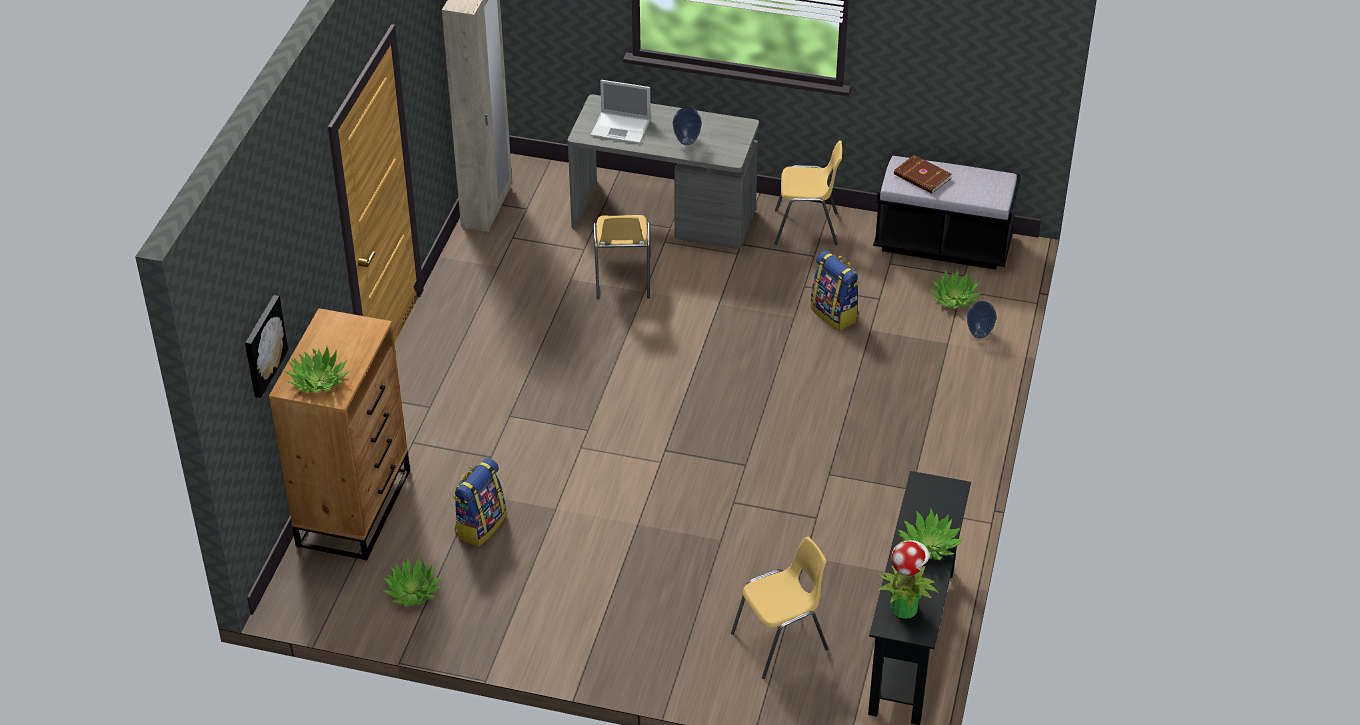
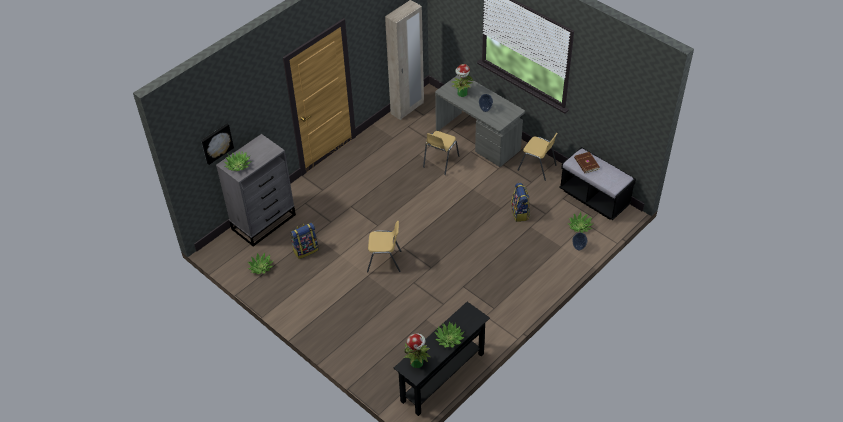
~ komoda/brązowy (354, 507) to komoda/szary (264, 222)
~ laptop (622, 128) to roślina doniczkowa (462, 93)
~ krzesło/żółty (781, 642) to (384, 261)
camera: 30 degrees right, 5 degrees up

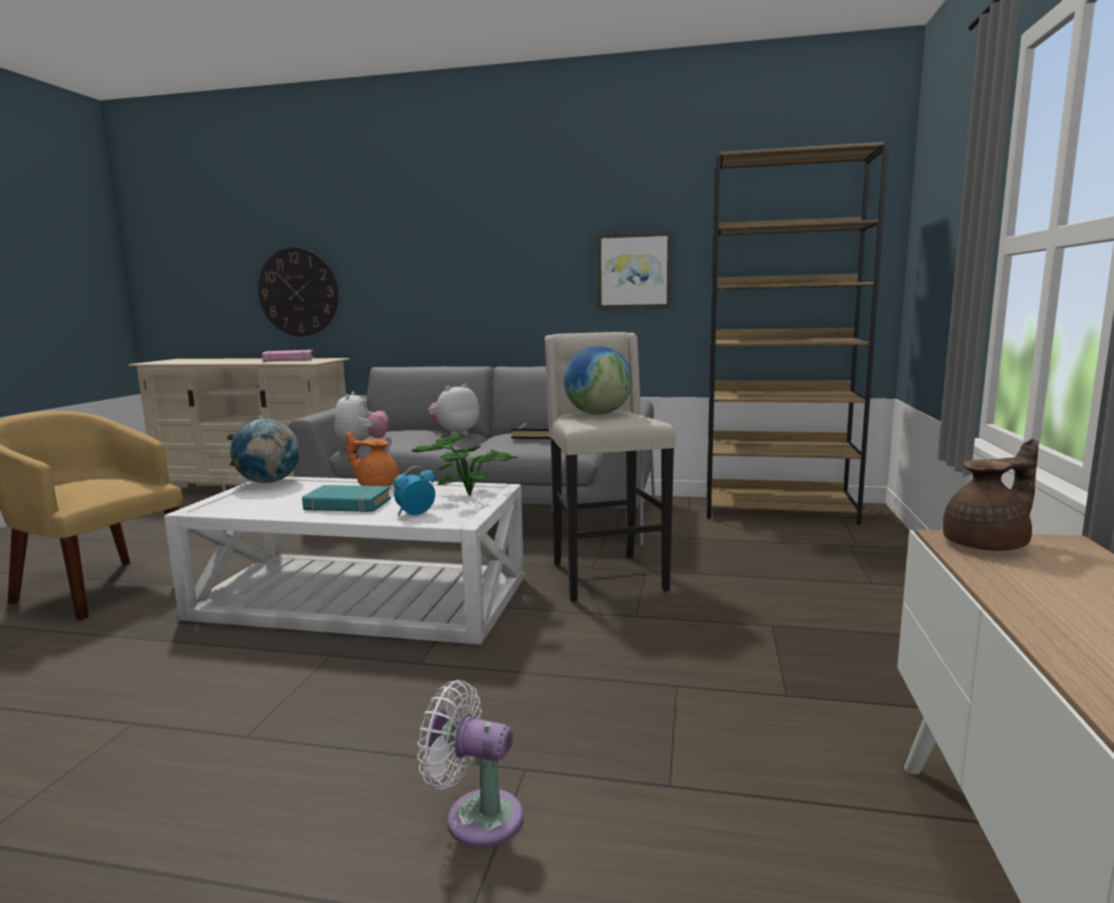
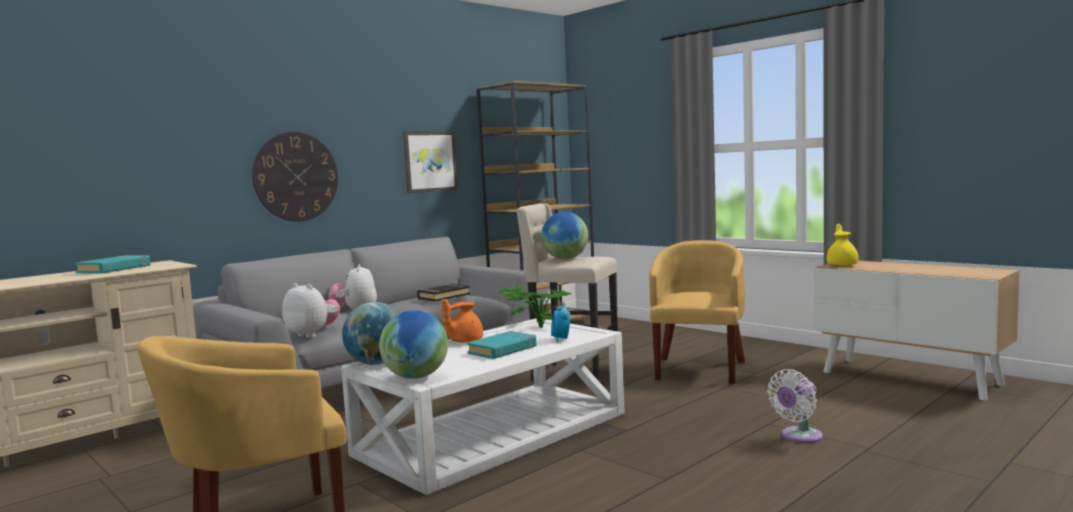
~ zegar ścienny (298, 292) to (296, 176)
~ książka/różowy (288, 360) to książka/turkusowy (115, 269)
~ imbryk/brązowy (988, 545) to imbryk/żółty (842, 265)
+ globus (416, 377)
+ fotel/żółty (699, 369)
camera: 55 degrees left, 5 degrees down

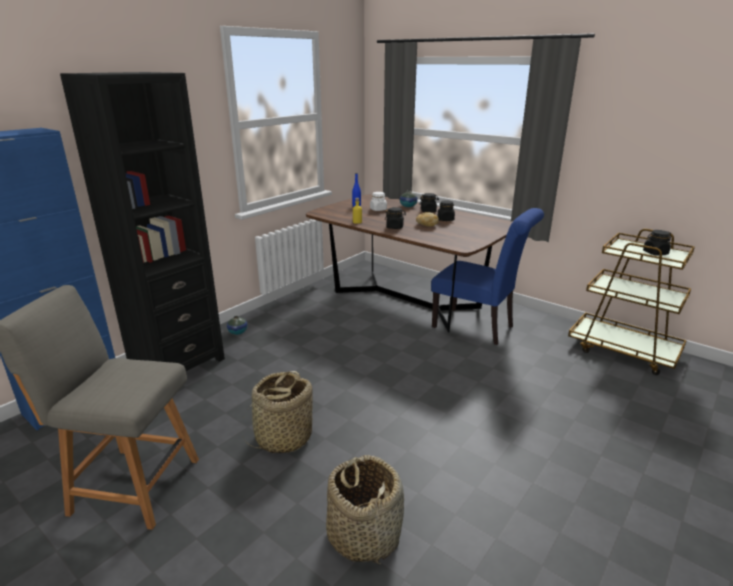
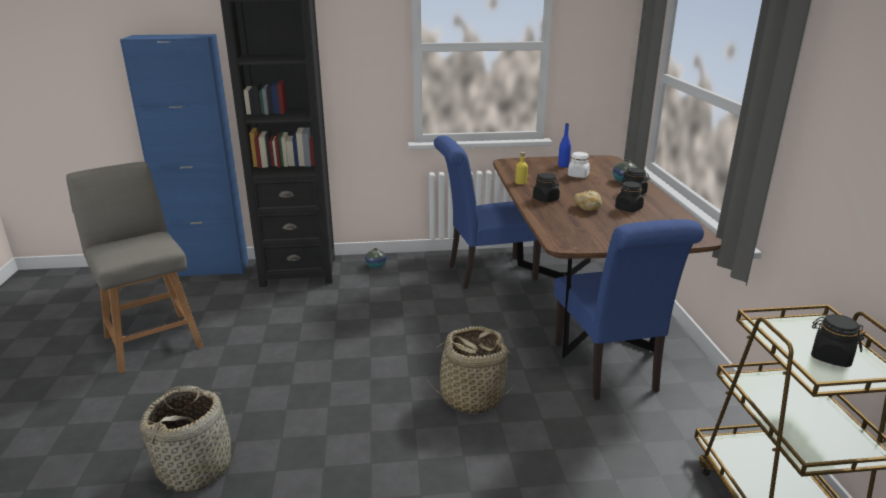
~ koszyk (283, 437) to (471, 397)
+ krzesło/niebieski (486, 273)
camera: 45 degrees right, 0 degrees up

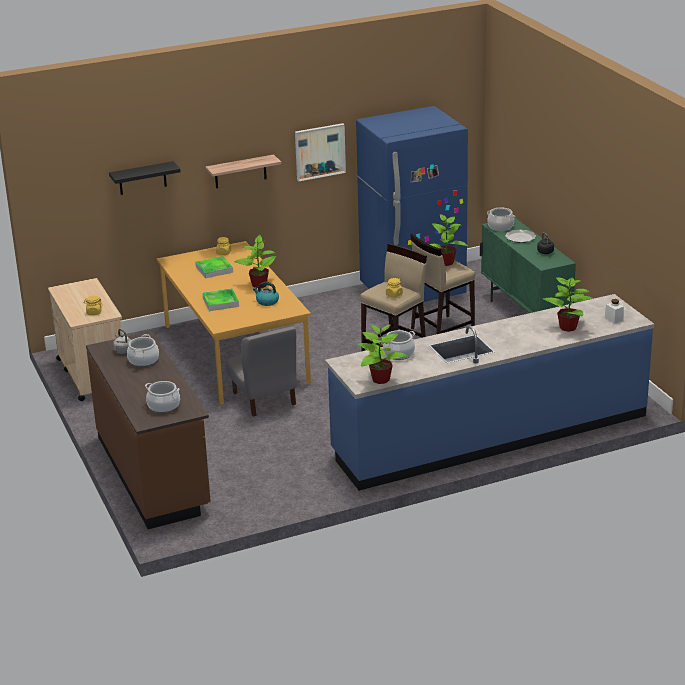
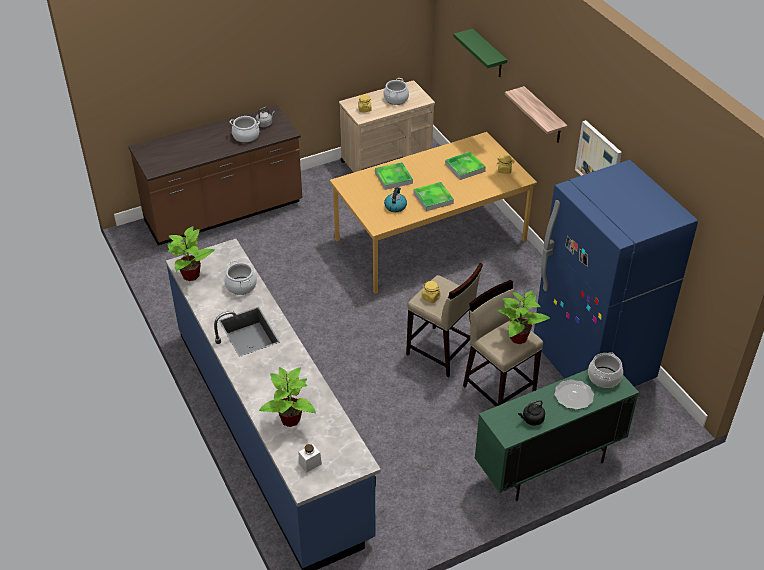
~ półka/czarny (142, 178) to półka/zielony (488, 54)
~ garnek (163, 406) to (396, 99)
- krzesło/szary (264, 399)
~ roślina doniczkowa (259, 284) to taca (433, 198)
camera: 85 degrees right, 15 degrees up

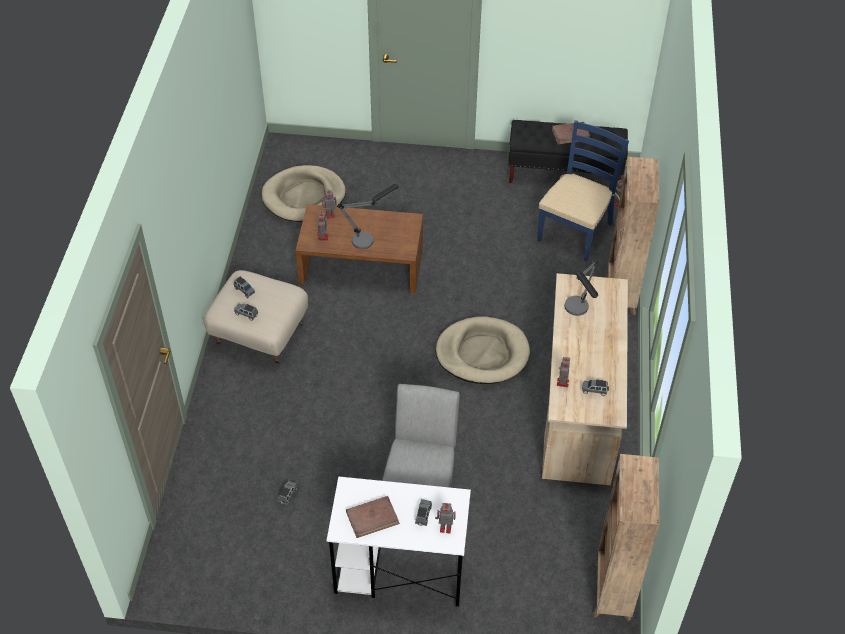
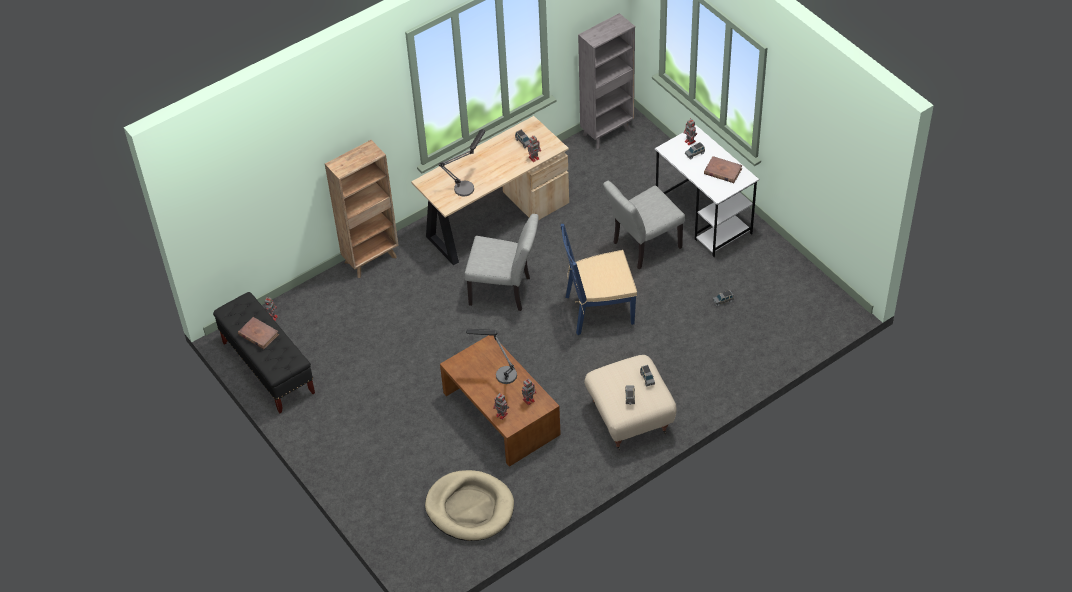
~ legowisko/beżowy (482, 353) to krzesło/szary (505, 291)
~ krzesło/niebieski (575, 231) to (598, 310)
~ regał/brązowy (611, 592) to regał/szary (607, 132)
camera: 130 degrees left, 0 degrees up

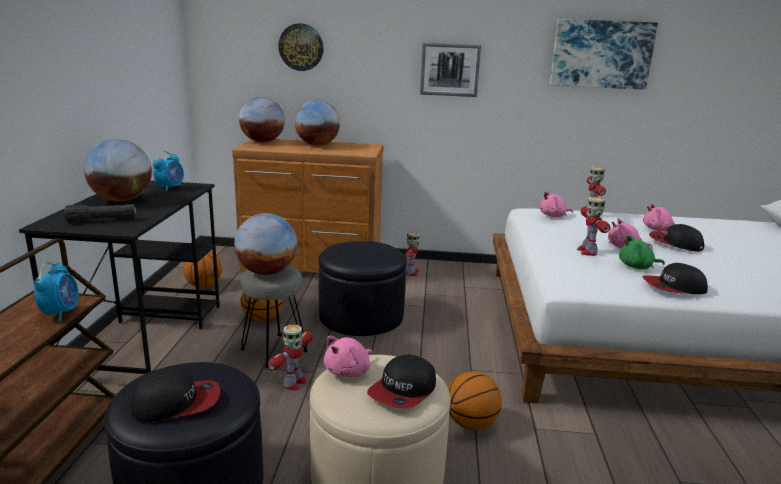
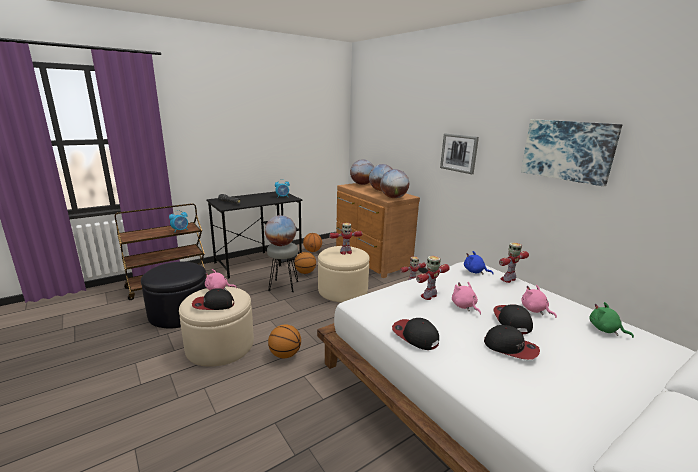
~ globus (122, 200) to (393, 197)
~ czapka z daszkiem (177, 403) to (510, 347)
~ robot zabawkowy (294, 383) to (345, 252)
- zegar ścienny (301, 47)
~ pufa/czarny (361, 316) to pufa/beżowy (342, 290)
~ pluszak/różowy (554, 216) to pluszak/niebieski (475, 271)
~ pluszak/zielony (637, 267) to (605, 330)
camera: 50 degrees right, 0 degrees up

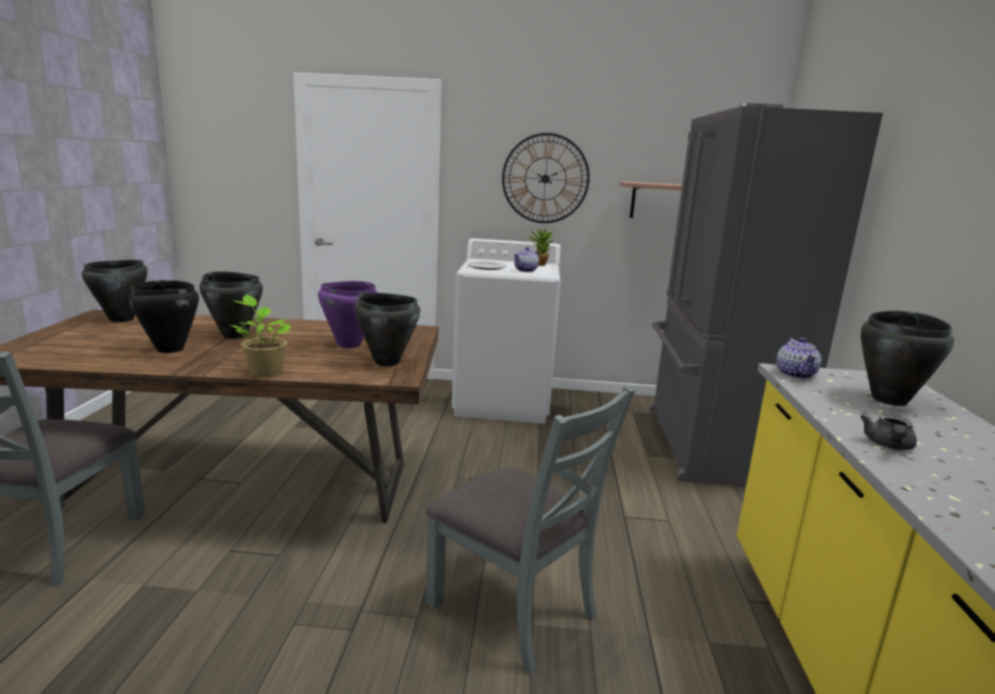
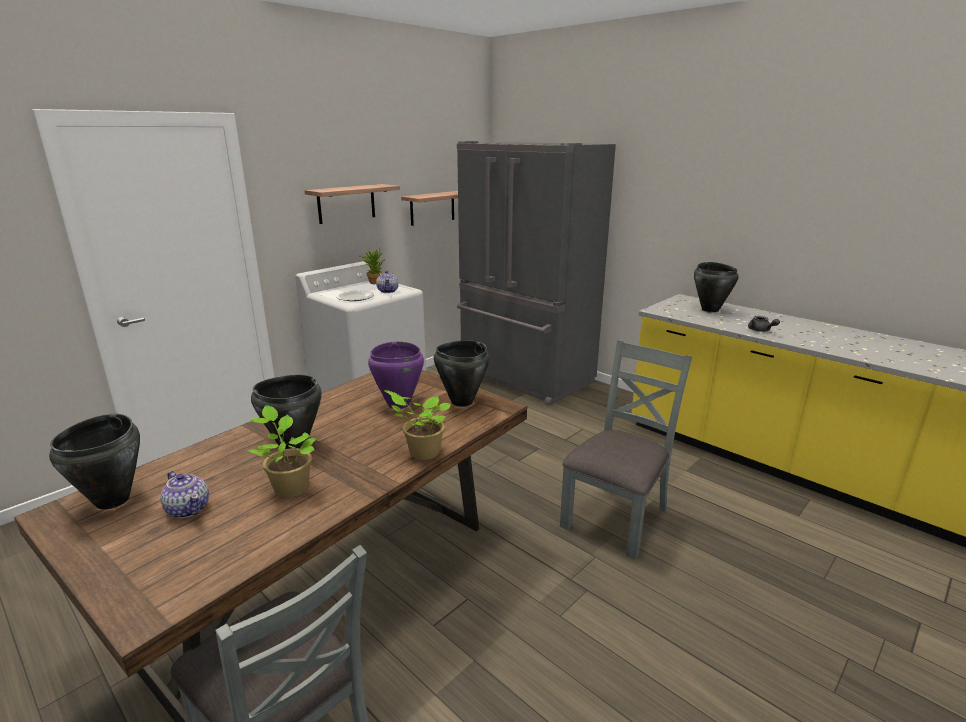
~ garnek/czarny (169, 349) to roślina doniczkowa (290, 487)
~ krzesło/szary (514, 609) = (616, 517) 45 degrees counterclockwise
~ zegar ścienny (545, 179) to półka (346, 203)
~ imbryk (795, 374) to (188, 509)
camera: 50 degrees left, 5 degrees up

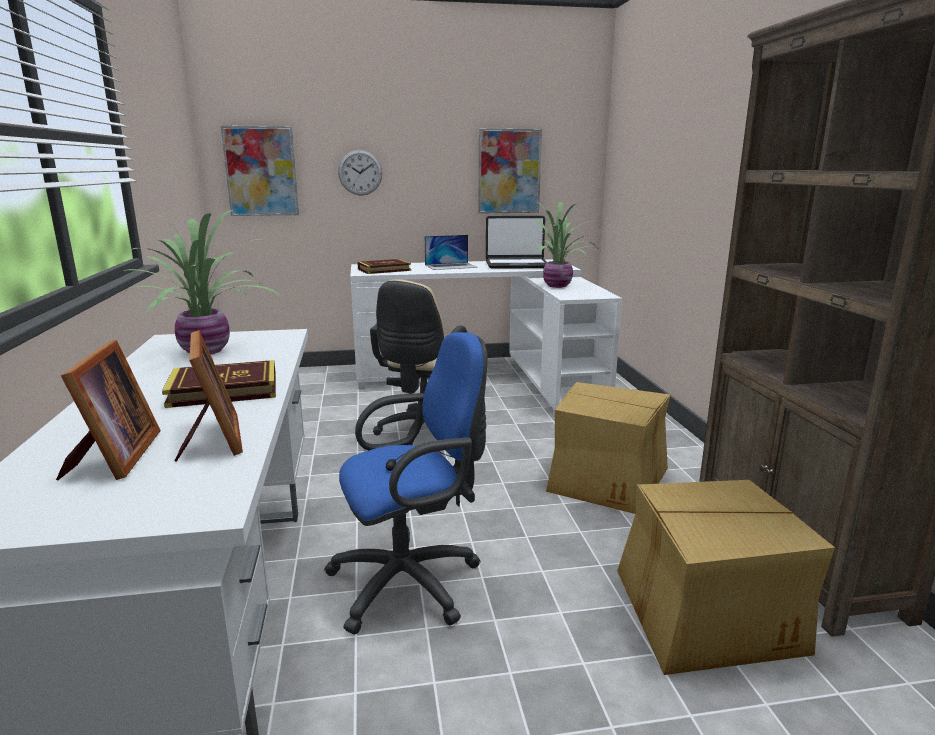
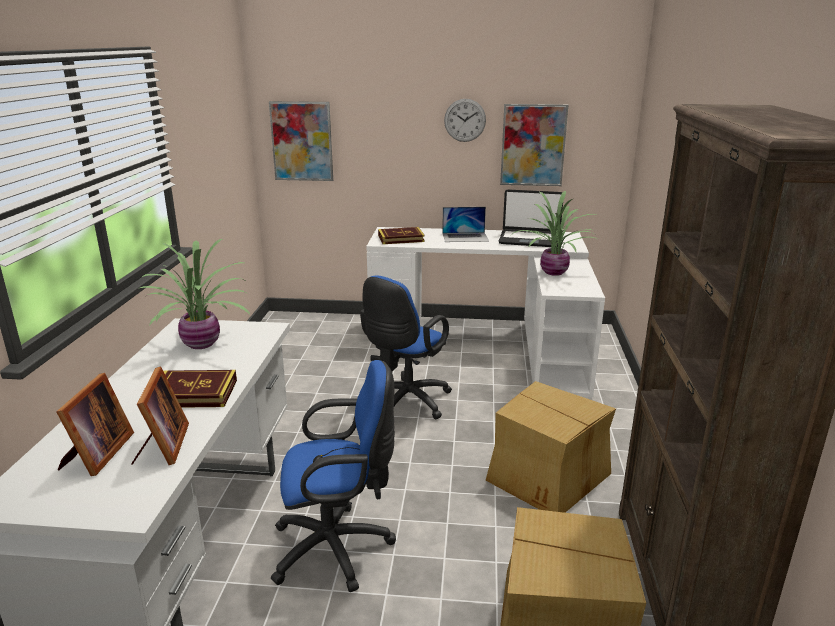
~ zegar ścienny (360, 172) to (465, 120)
~ krzesło biurowe/beżowy (422, 435) to krzesło biurowe/niebieski (405, 403)
camera: 15 degrees right, 5 degrees up

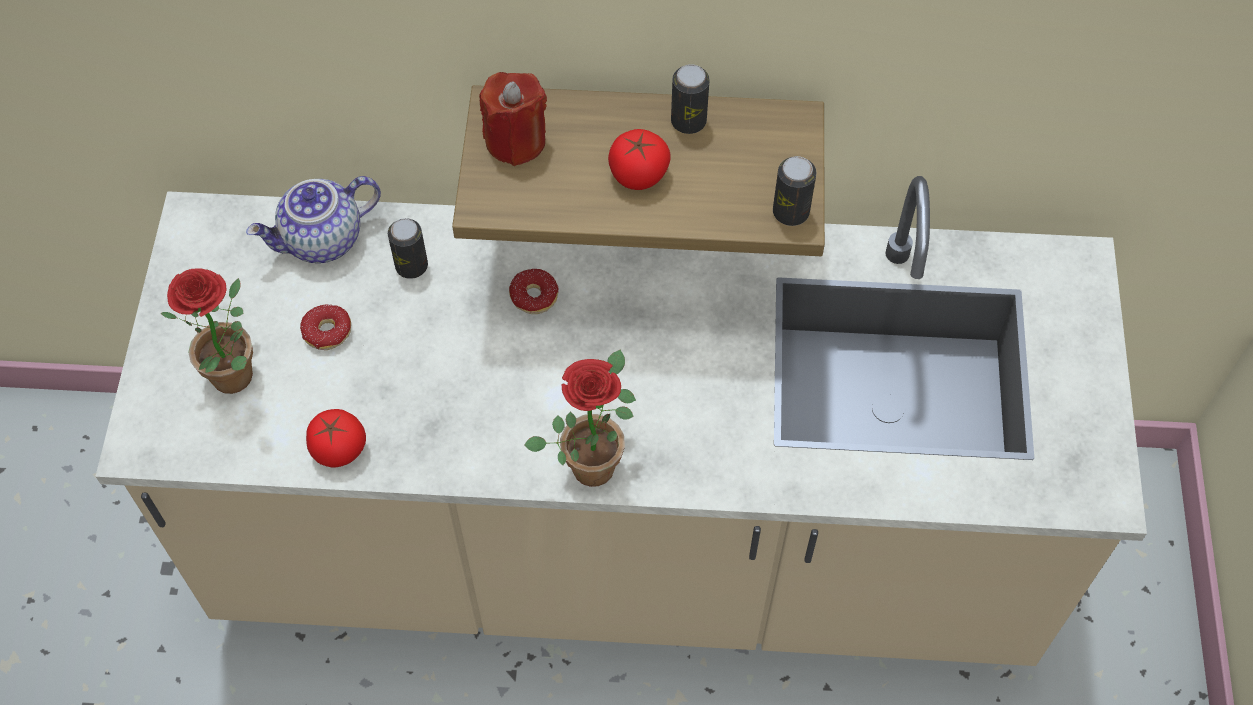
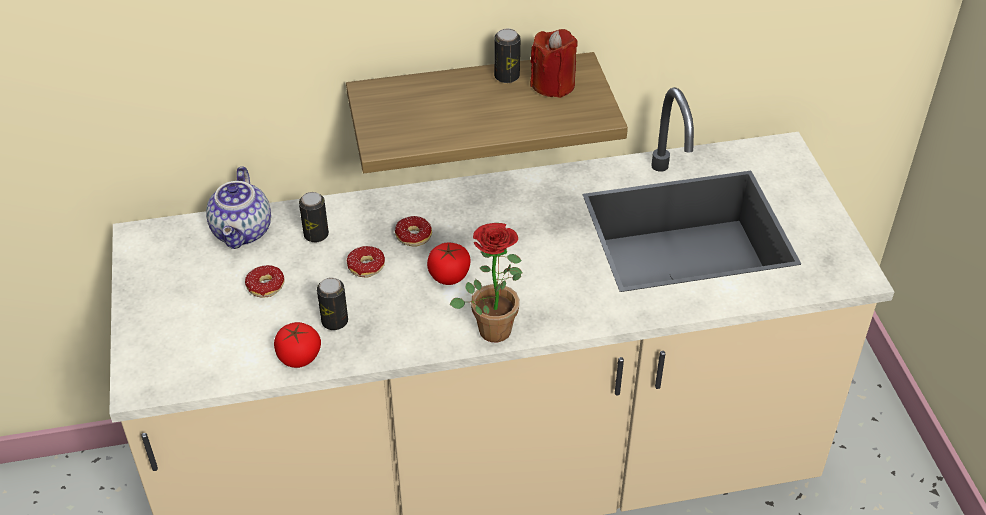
- roślina doniczkowa (239, 380)
~ imbryk (323, 241) = (243, 232) 45 degrees counterclockwise
~ świeca/czerwony (515, 141) to (553, 85)
~ pomidor (638, 175) to (449, 276)
~ puszka (790, 212) to (335, 321)
+ donut (369, 271)
camera: 15 degrees left, 15 degrees down

